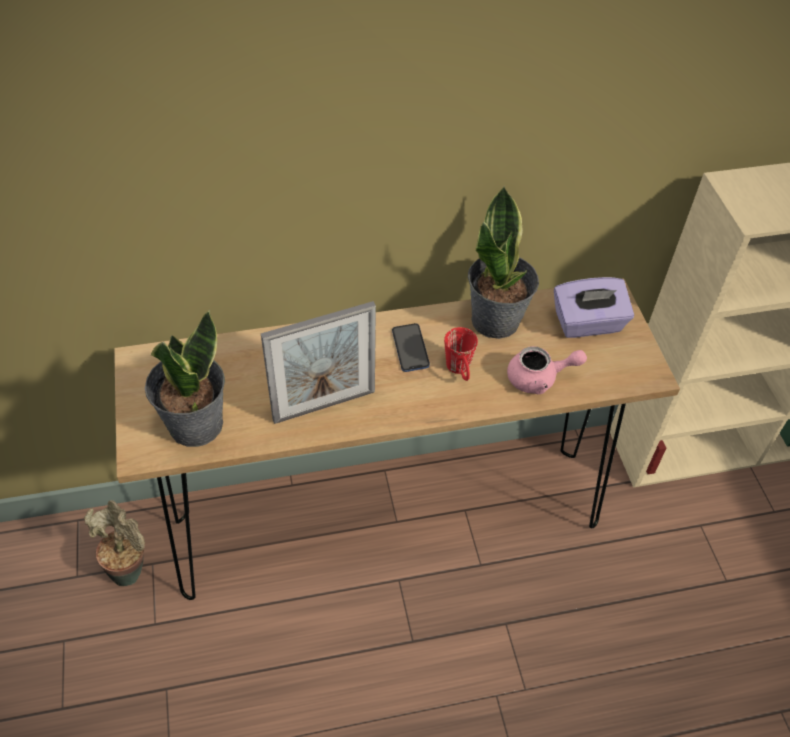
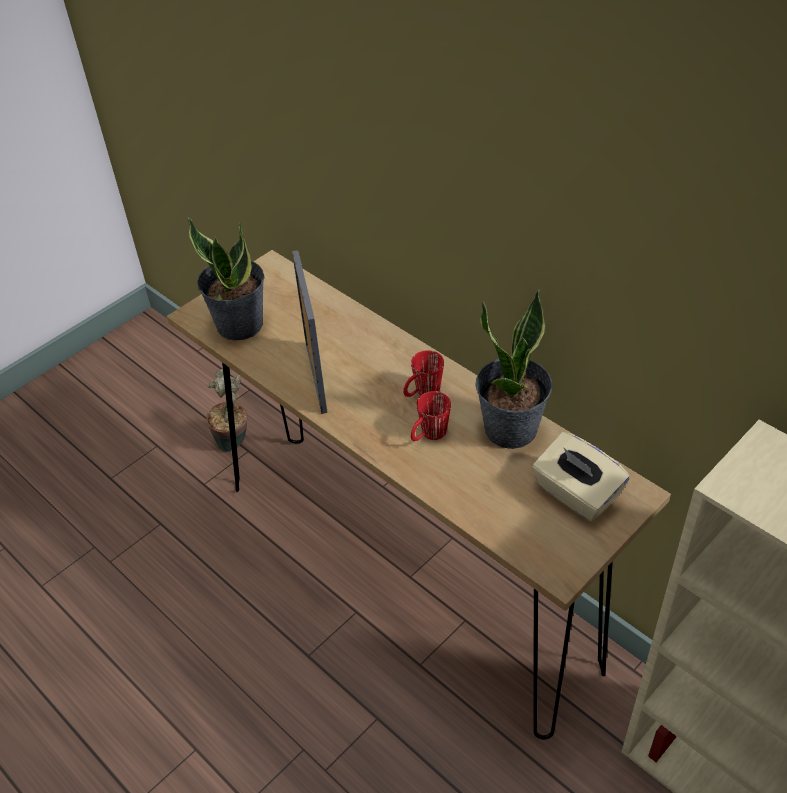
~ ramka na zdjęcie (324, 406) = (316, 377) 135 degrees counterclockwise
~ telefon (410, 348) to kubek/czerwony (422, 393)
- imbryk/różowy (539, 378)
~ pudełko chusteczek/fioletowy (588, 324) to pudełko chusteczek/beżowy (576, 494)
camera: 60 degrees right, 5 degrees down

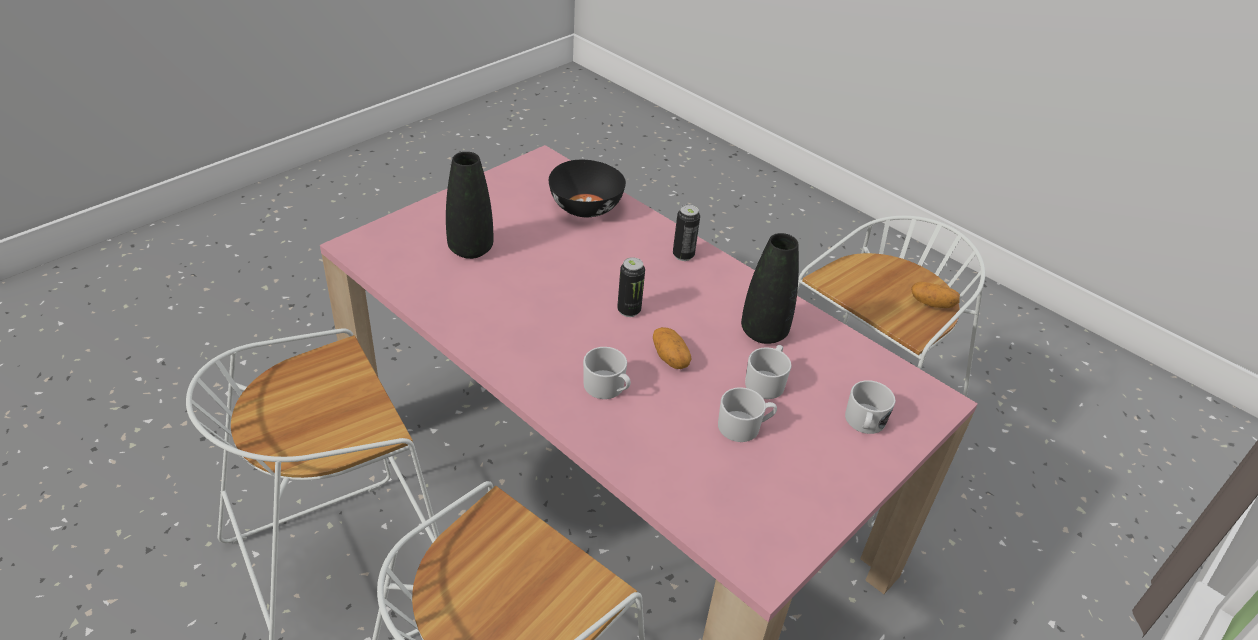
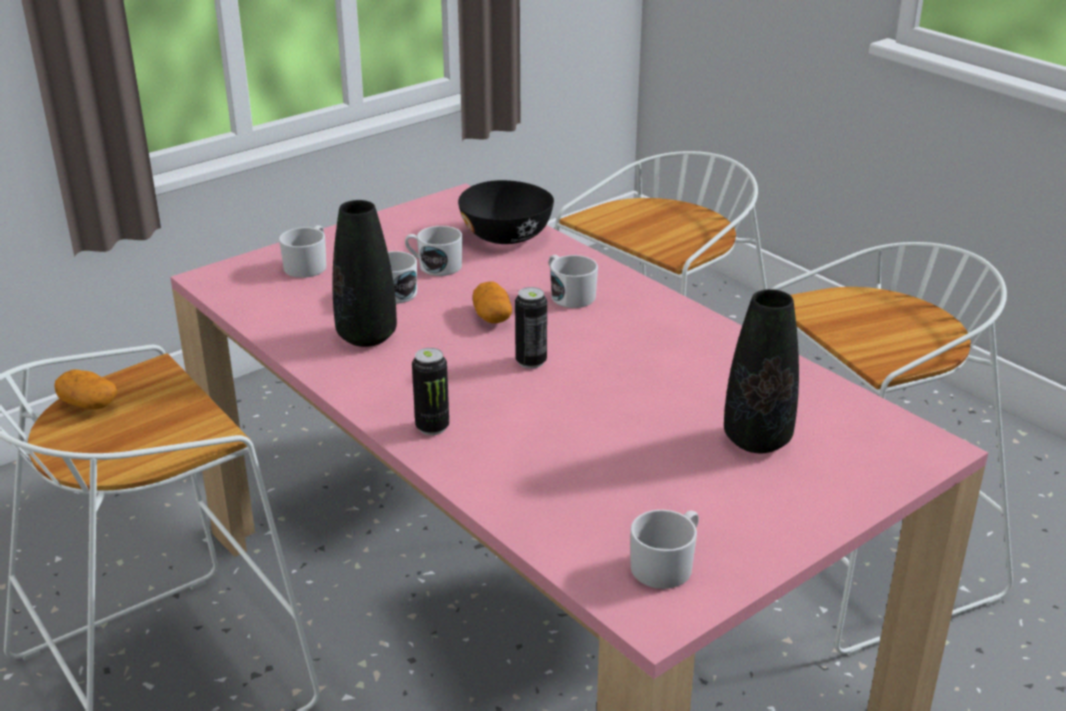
~ miska/czarny (585, 207) to (507, 236)
+ kubek/biały (667, 565)
camera: 170 degrees left, 10 degrees down

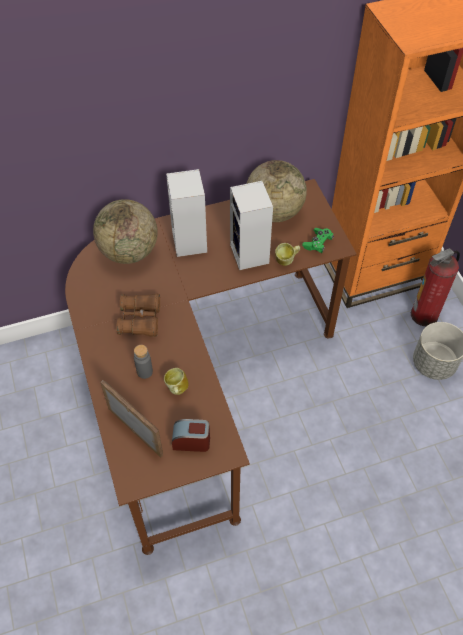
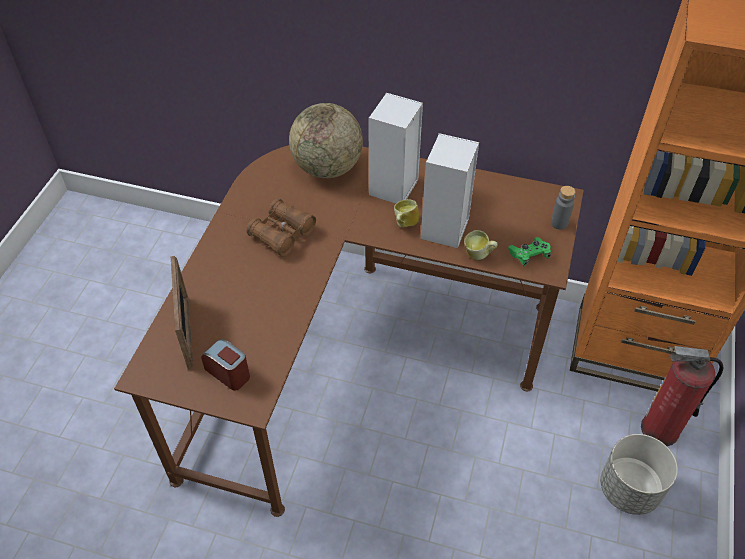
~ butelka/szary (144, 371) to (559, 223)
~ kubek (176, 389) to (404, 224)
- globus (274, 212)
camera: 35 degrees right, 5 degrees down

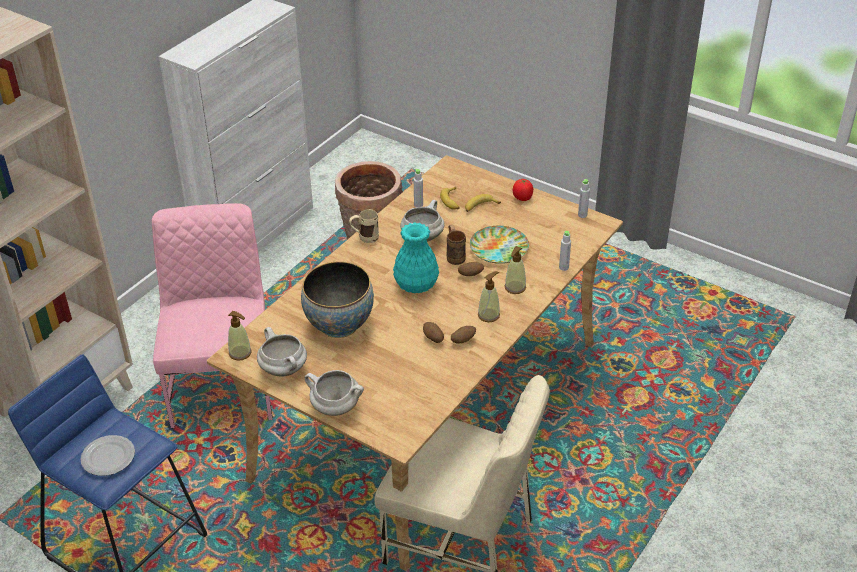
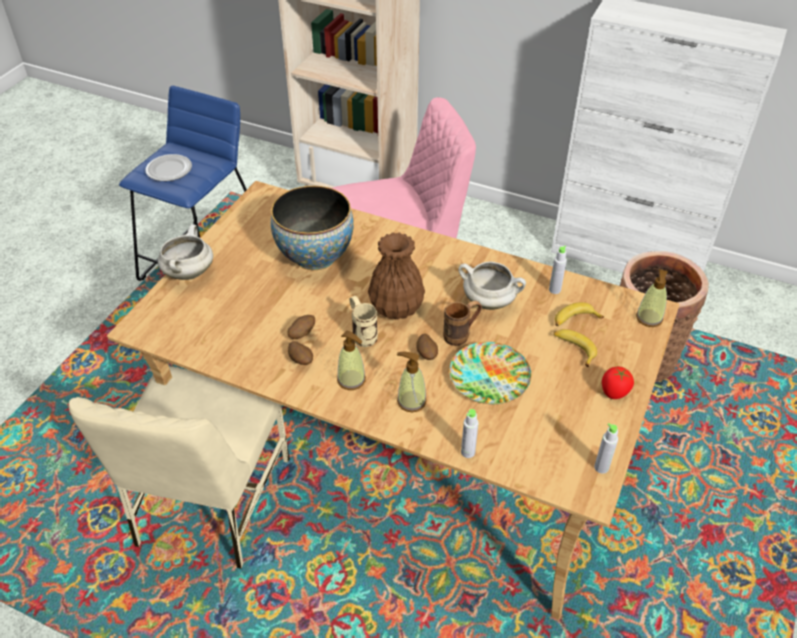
~ dozownik mydła (240, 353) to (649, 318)
- garnek/biały (284, 369)
~ kubek/beżowy (364, 238) to (362, 334)
~ wazon/turkusowy (416, 285) to wazon/brązowy (395, 307)
camera: 80 degrees right, 5 degrees up

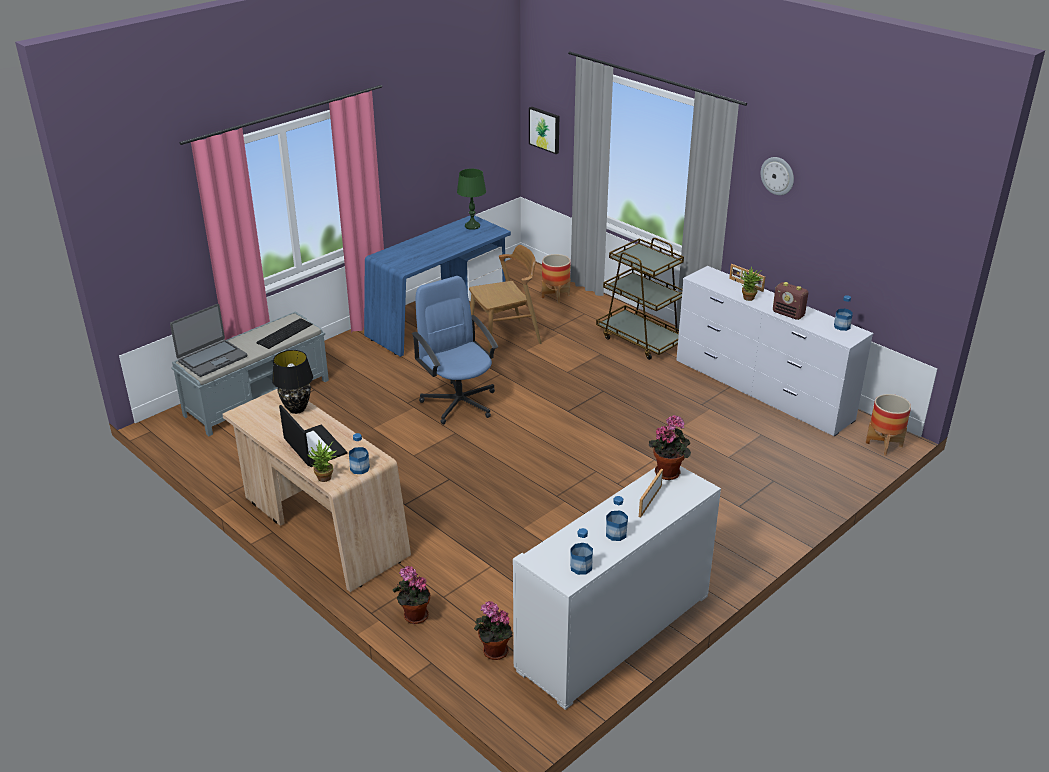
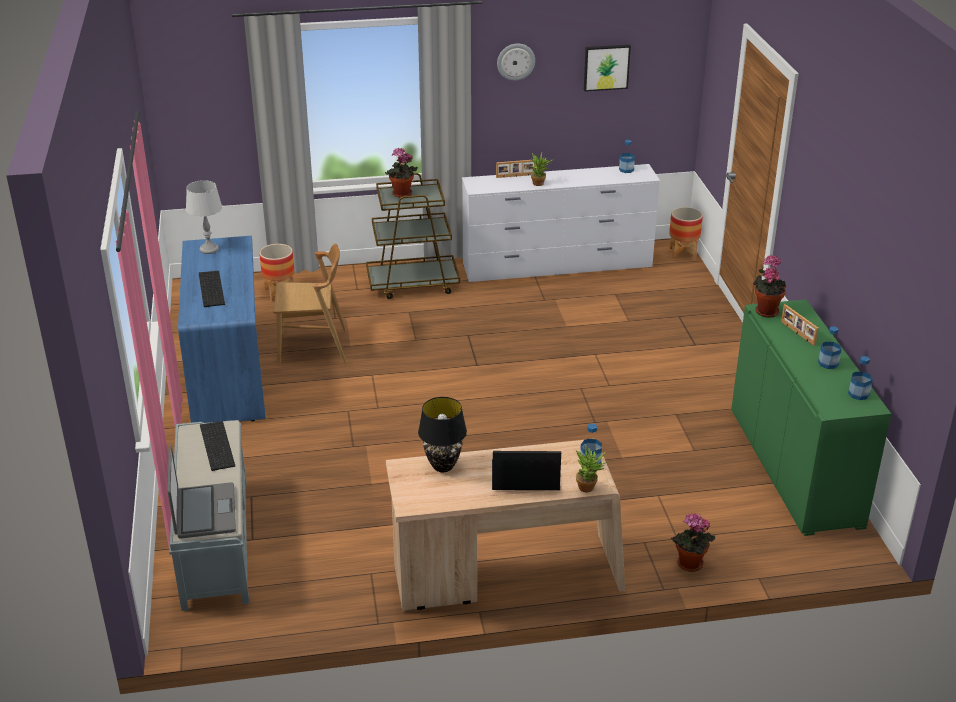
- krzesło biurowe/niebieski (459, 402)
~ lampa stołowa/zielony (472, 226) to lampa stołowa/szary (209, 249)
~ krzesło/brązowy (505, 337) = (313, 347) 75 degrees clockwise
~ roślina doniczkowa (493, 652) to (401, 194)
~ szafka/biały (614, 631) to szafka/zielony (794, 467)
~ obraz (545, 129) to (606, 67)
- radio (788, 314)
+ klawiatura (210, 288)
camera: 55 degrees left, 0 degrees up

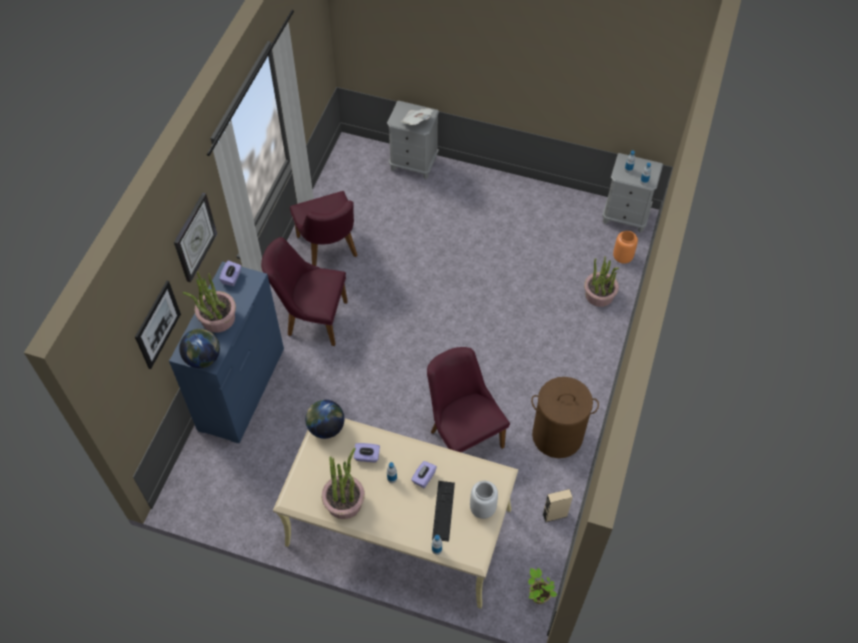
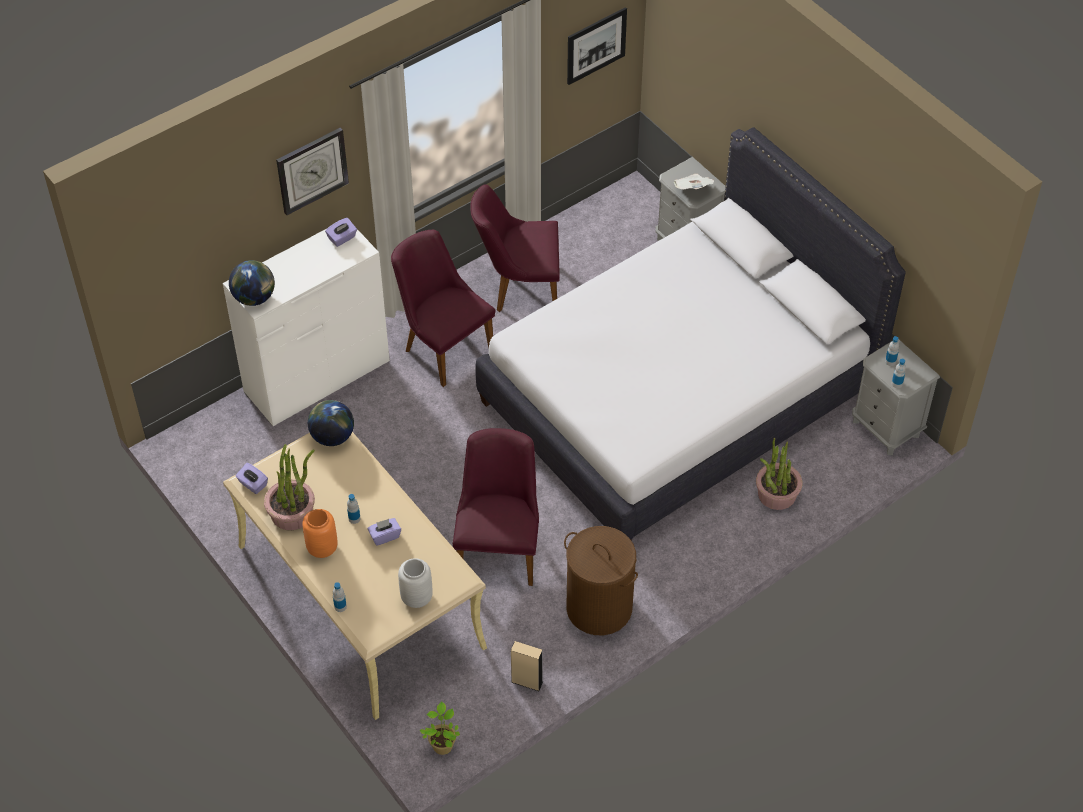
~ obraz (157, 324) to (596, 45)
~ komoda/niebieski (241, 389) to komoda/biały (317, 377)
- roślina doniczkowa (217, 318)
~ krzesło/fioletowy (329, 250) = (519, 288) 75 degrees clockwise
~ pudełko chusteczek/fioletowy (367, 456) to (252, 484)
- klawiatura (443, 510)
~ wazon/pomarańczowy (622, 257) to (321, 548)
+ łóżko/biały (677, 396)
camera: 35 degrees right, 5 degrees down

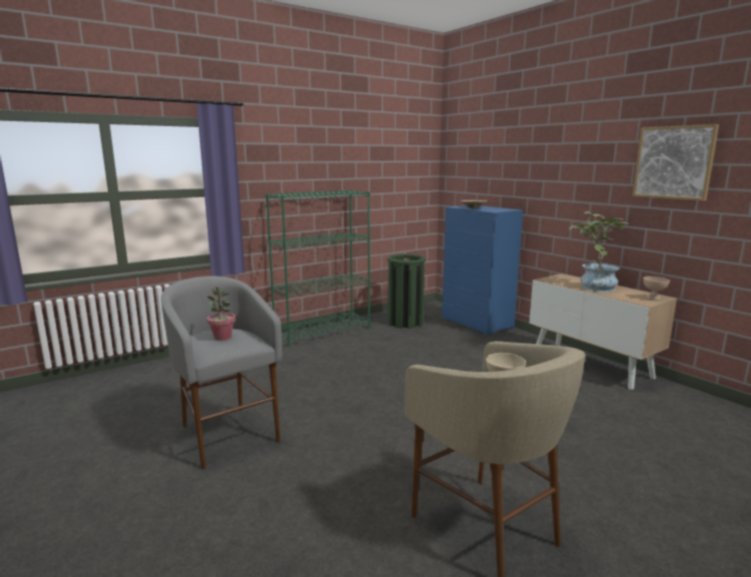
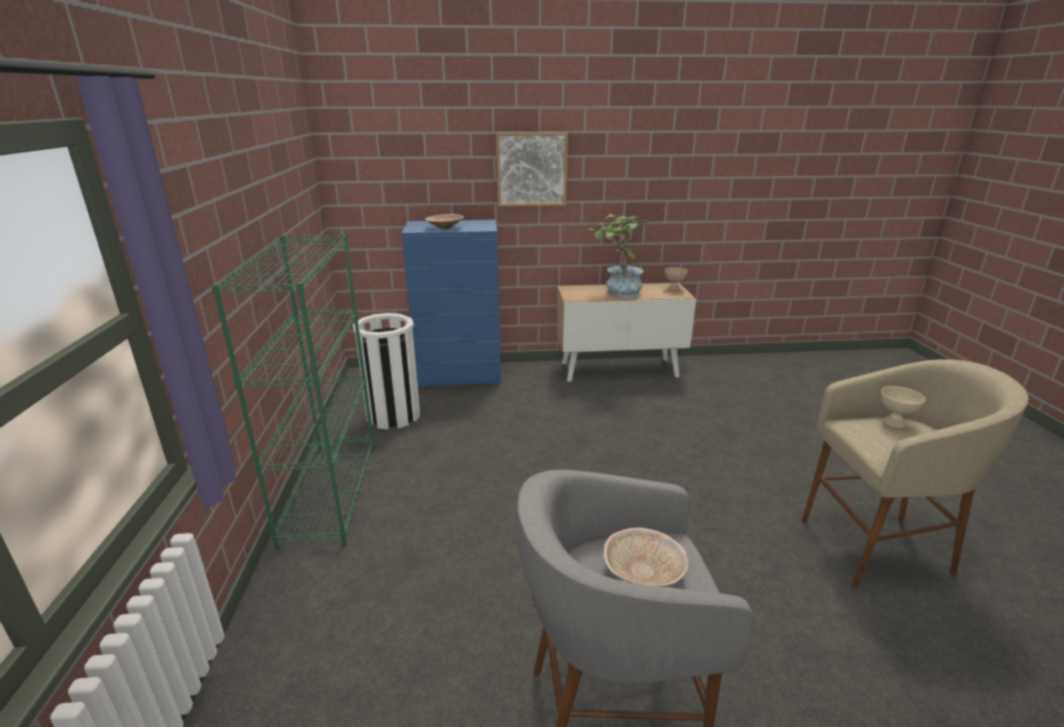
~ roślina doniczkowa (222, 337) to miska/beżowy (644, 573)
~ kosz na śmieci/zielony (405, 322) to kosz na śmieci/biały (394, 415)
~ obraz (673, 162) to (532, 169)
camera: 60 degrees left, 10 degrees up

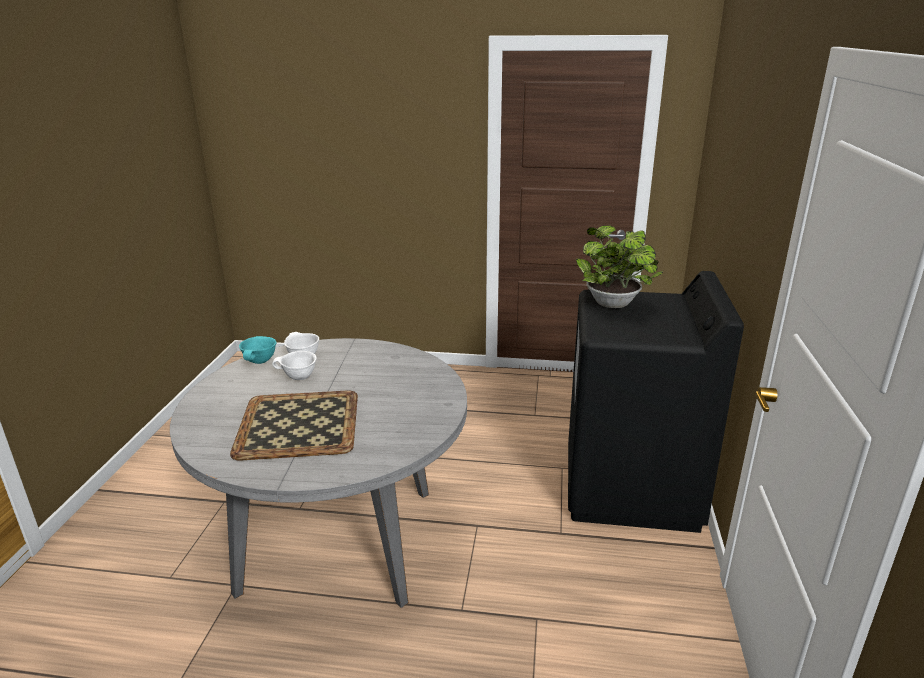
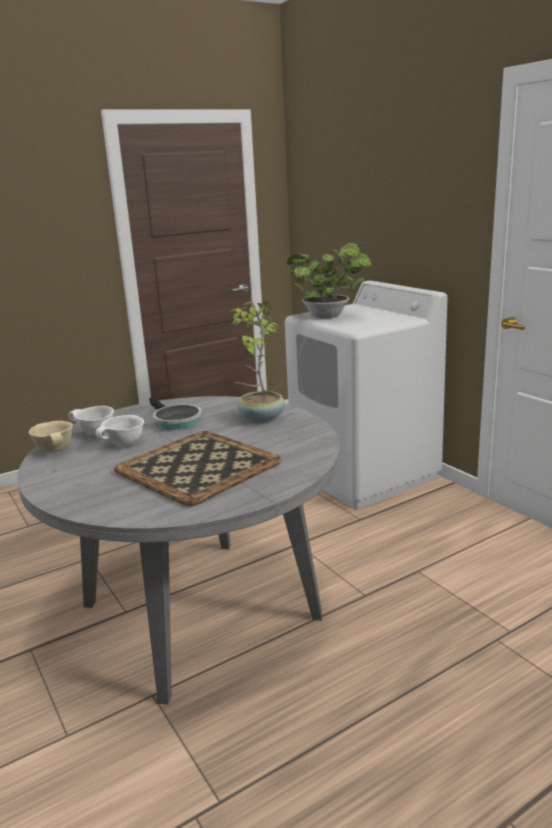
~ miska/turkusowy (260, 361) to miska/beżowy (56, 450)
~ pralka/czarny (631, 488) to pralka/biały (364, 475)
+ patelnia (175, 421)
+ roślina doniczkowa (260, 418)
camera: 40 degrees left, 5 degrees down

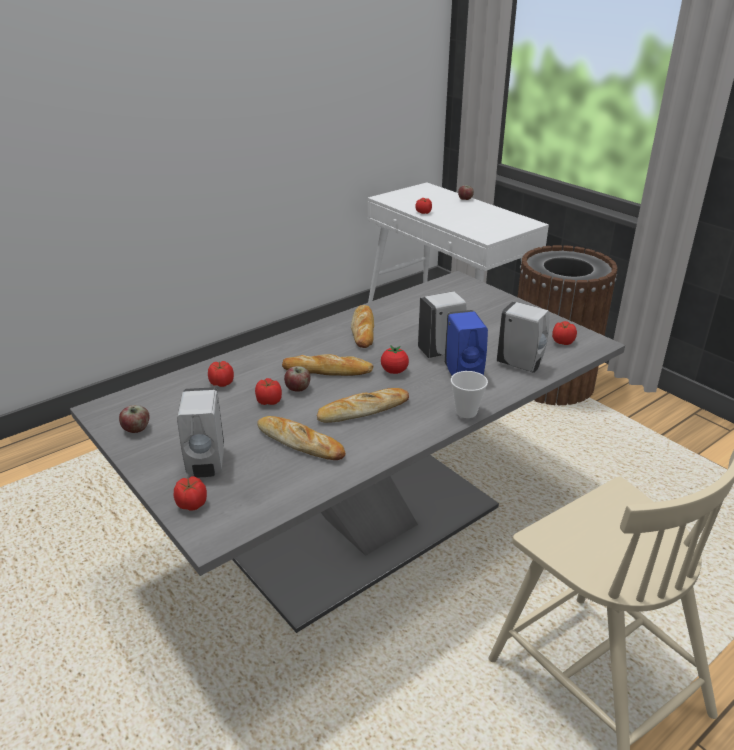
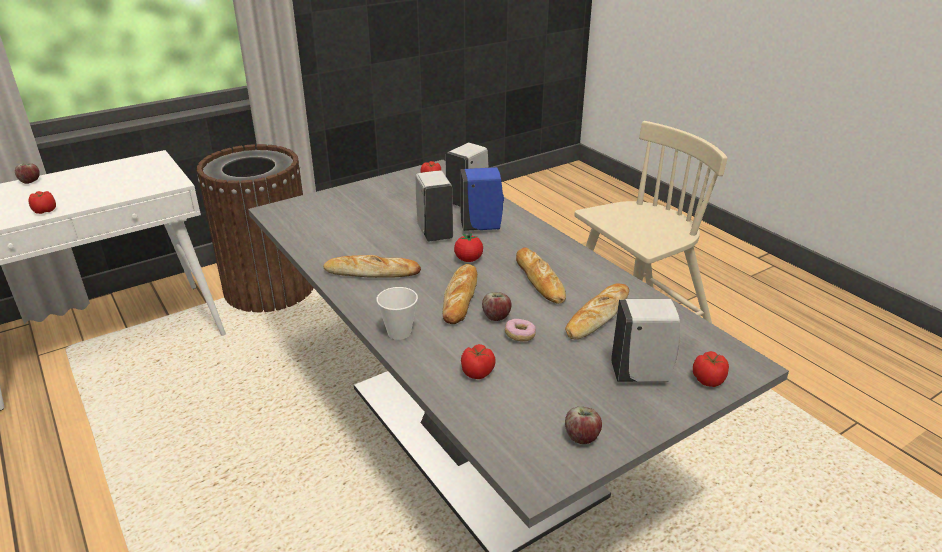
~ pomidor (269, 401) to donut (520, 336)
~ filiżanka (466, 412) to (399, 332)
camera: 85 degrees left, 0 degrees up

